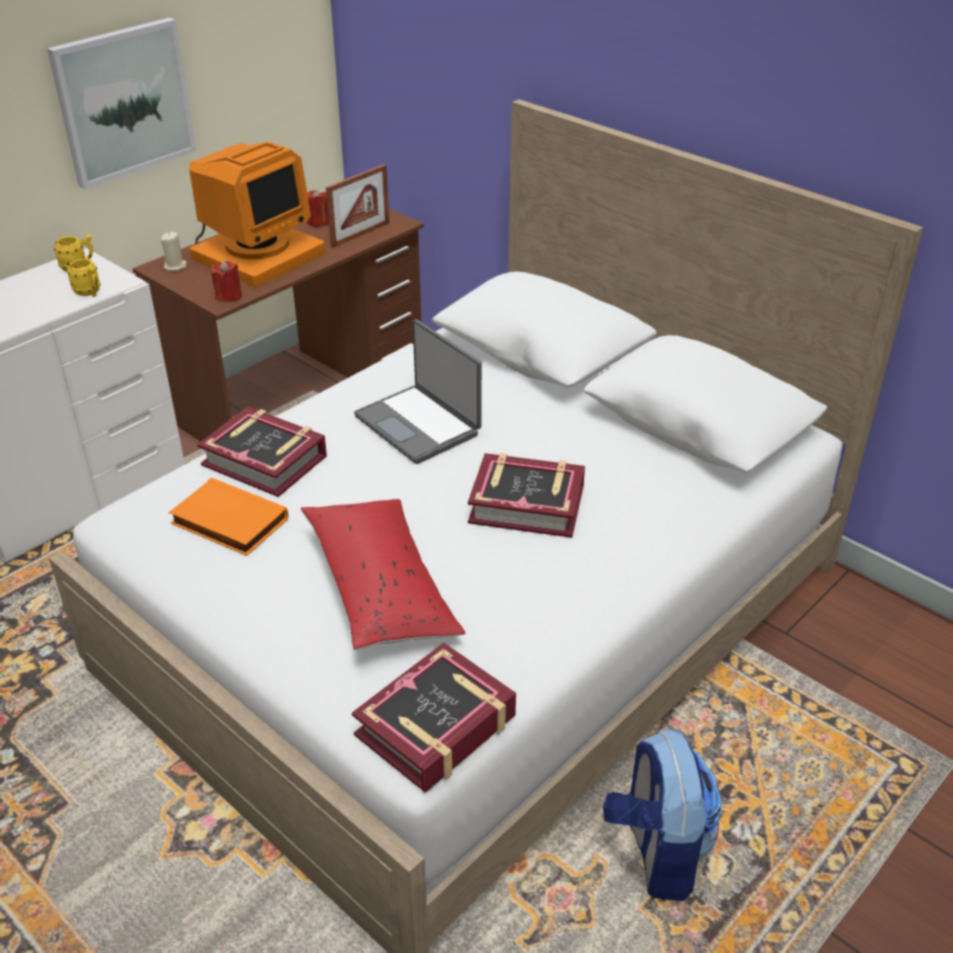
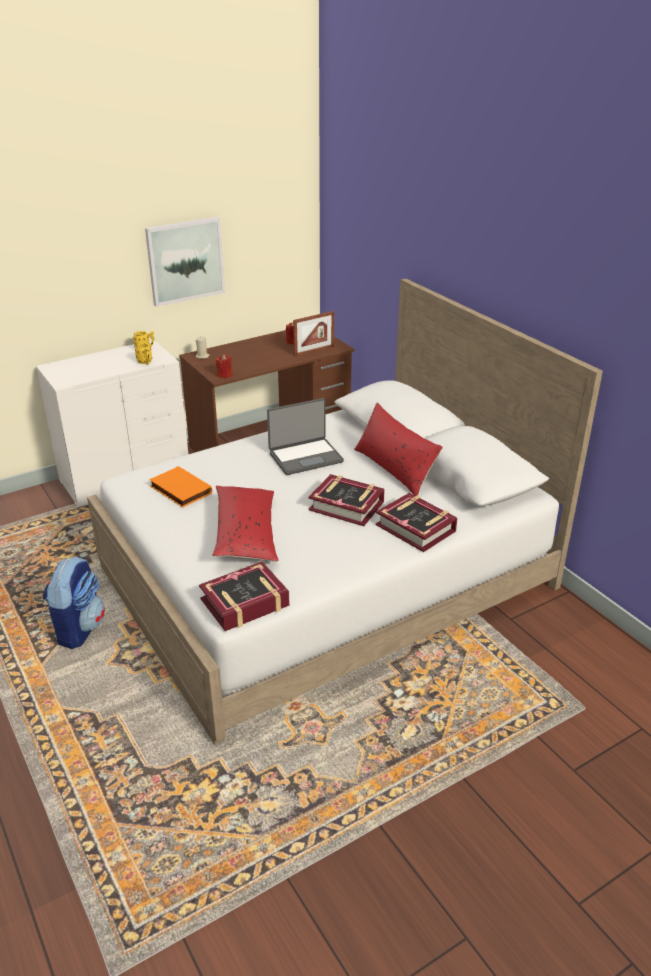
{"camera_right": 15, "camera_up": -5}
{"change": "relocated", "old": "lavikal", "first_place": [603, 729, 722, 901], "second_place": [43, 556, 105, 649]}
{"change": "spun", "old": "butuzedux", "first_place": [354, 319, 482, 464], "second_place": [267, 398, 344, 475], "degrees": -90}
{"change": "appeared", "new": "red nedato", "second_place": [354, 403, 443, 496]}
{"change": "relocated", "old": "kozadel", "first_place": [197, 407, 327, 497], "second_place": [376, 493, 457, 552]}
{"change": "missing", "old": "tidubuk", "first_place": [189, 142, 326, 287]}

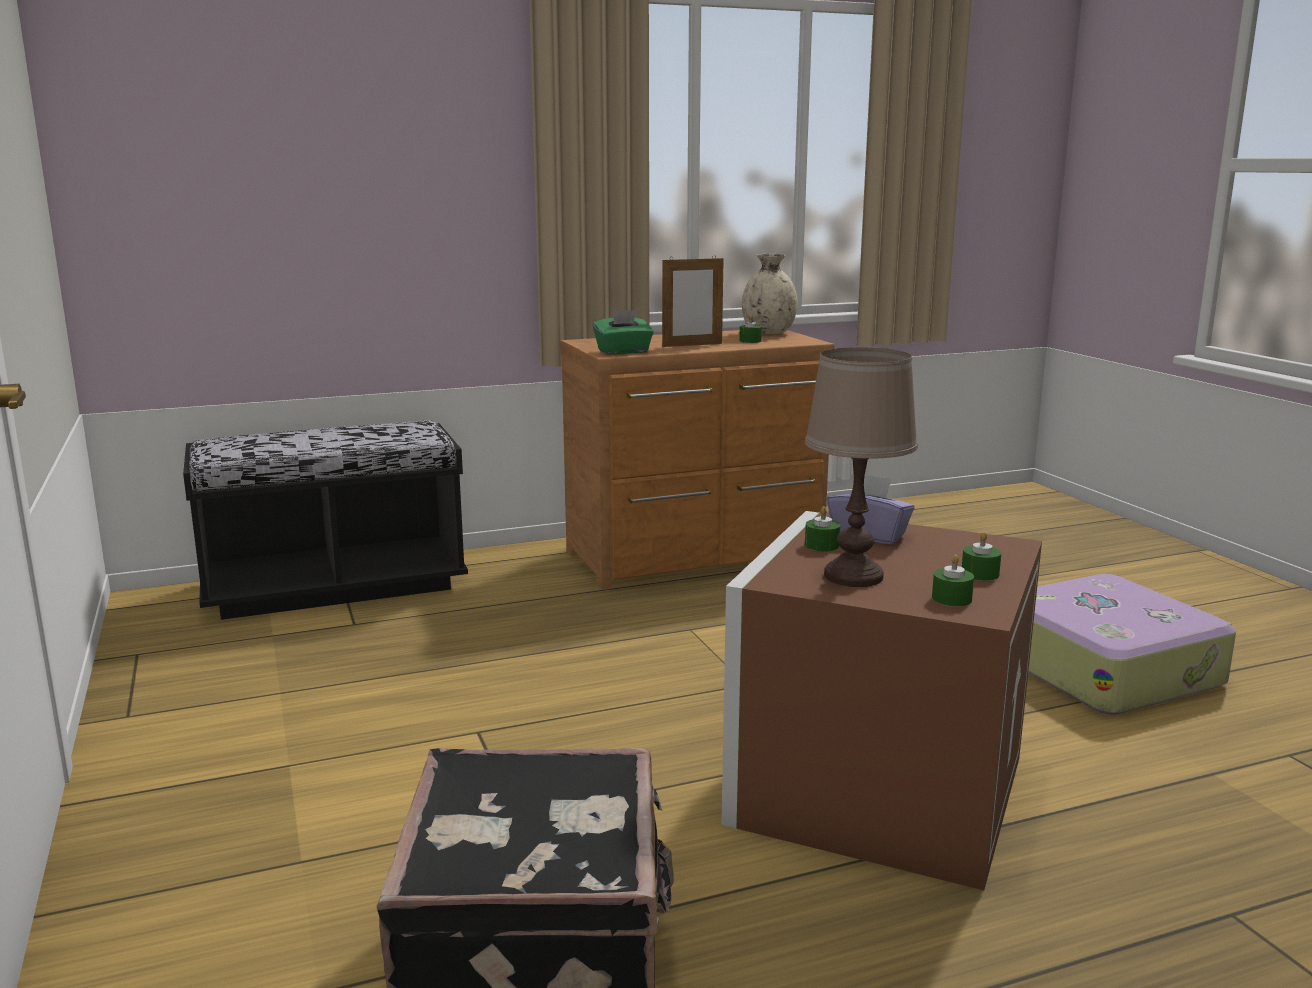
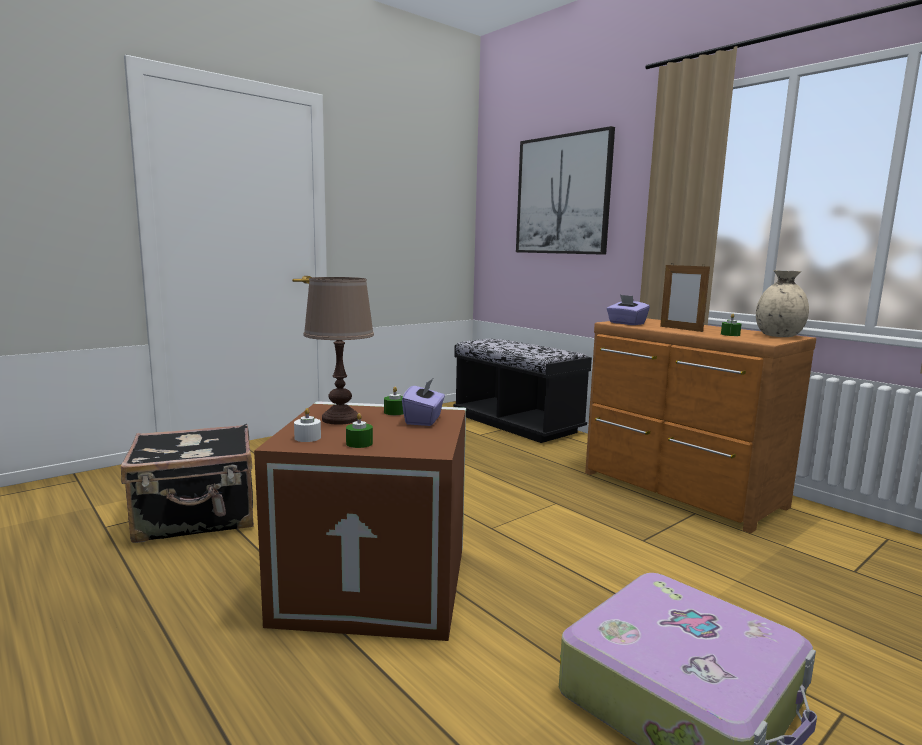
{"camera_right": 70, "camera_up": -5}
{"change": "colour", "old": "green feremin", "new": "white feremin", "first_place": [932, 555, 974, 606], "second_place": [294, 408, 321, 442]}
{"change": "appeared", "new": "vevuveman", "second_place": [516, 126, 615, 255]}
{"change": "colour", "old": "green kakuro", "new": "purple kakuro", "first_place": [593, 310, 654, 354], "second_place": [607, 295, 650, 325]}

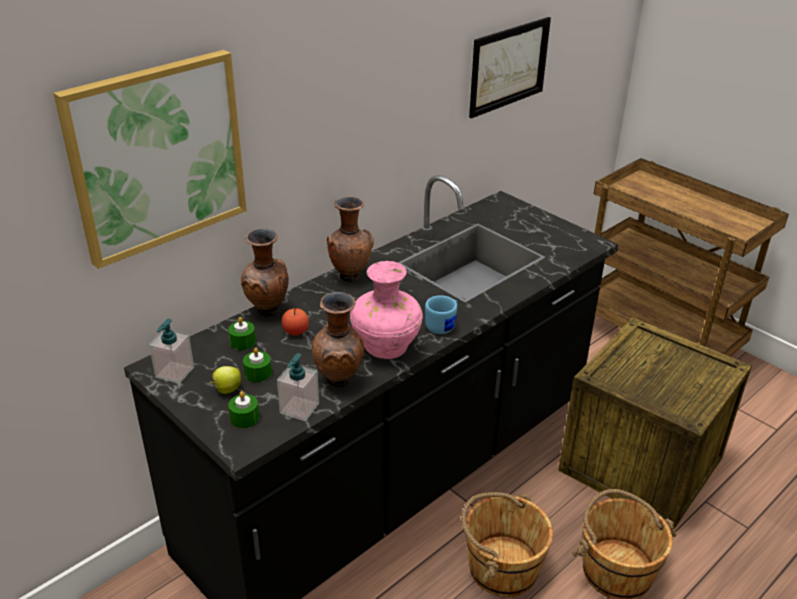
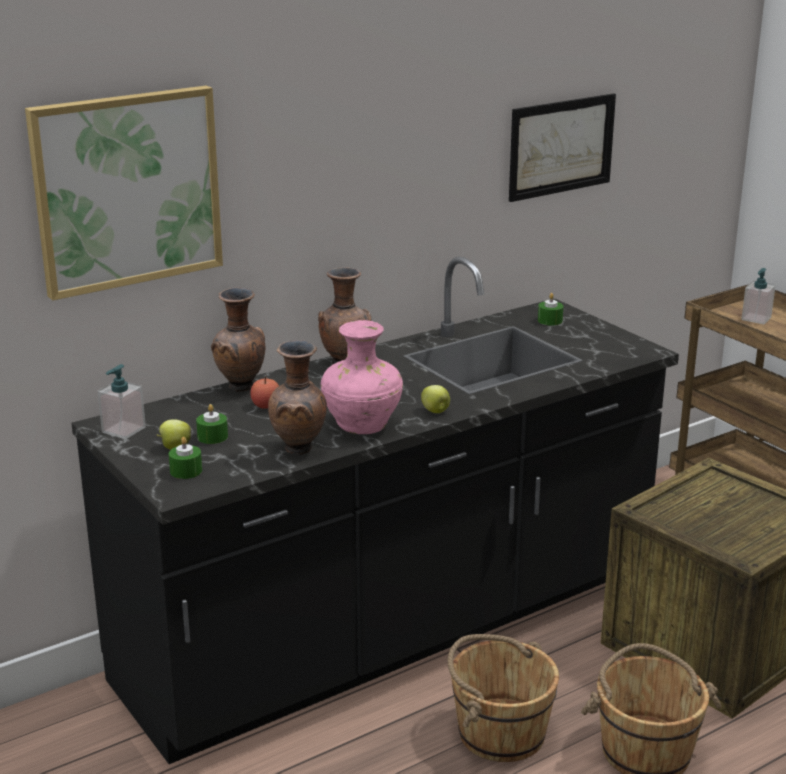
{"camera_right": 10, "camera_up": -10}
{"change": "exchanged", "old": "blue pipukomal", "new": "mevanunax", "first_place": [425, 295, 458, 334], "second_place": [421, 385, 450, 413]}
{"change": "relocated", "old": "green feremin", "first_place": [228, 317, 256, 350], "second_place": [538, 293, 563, 325]}
{"change": "relocated", "old": "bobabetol", "first_place": [277, 353, 319, 421], "second_place": [741, 268, 776, 324]}

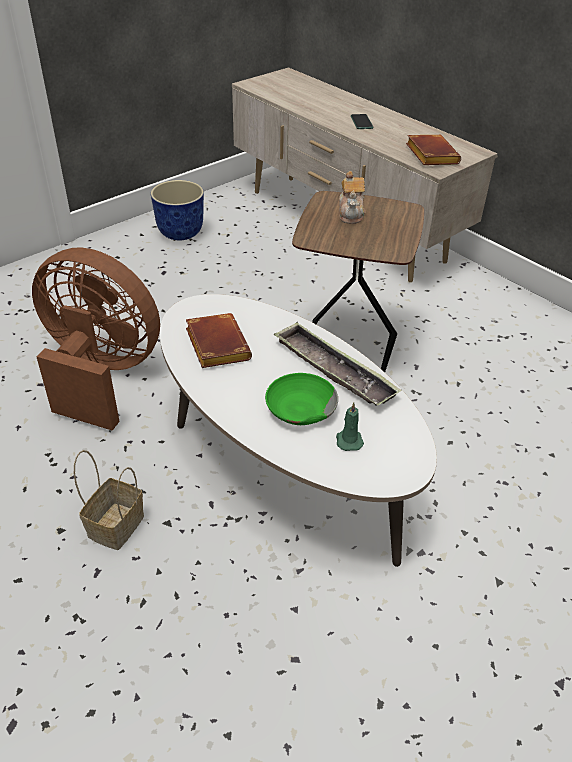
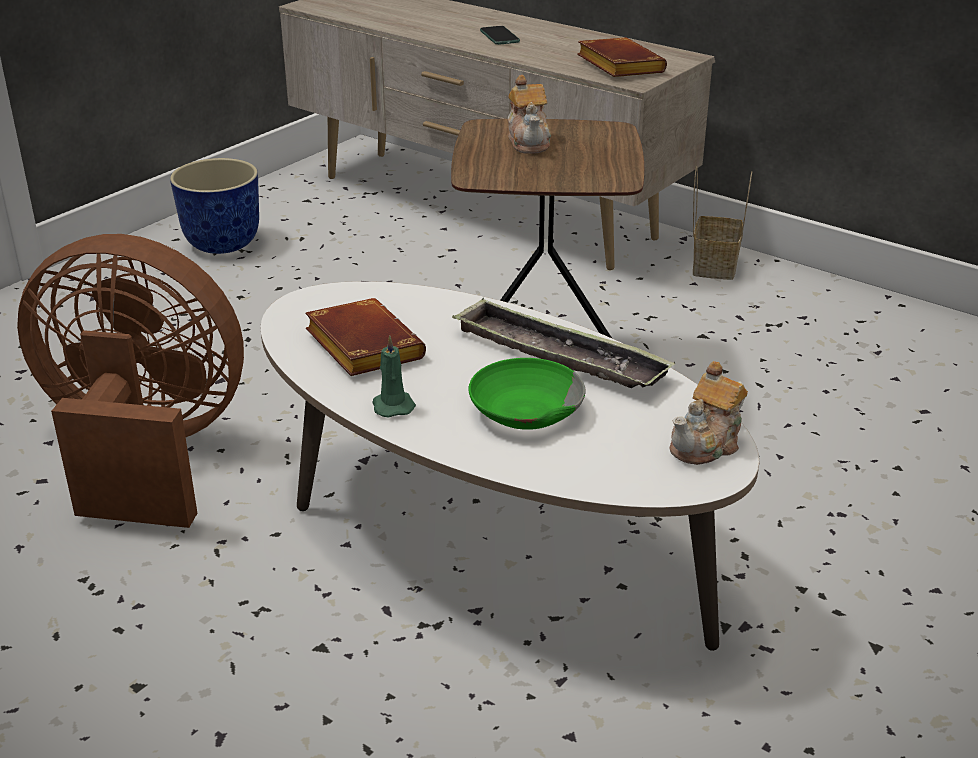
{"camera_right": -10, "camera_up": -10}
{"change": "relocated", "old": "green feremin", "first_place": [336, 403, 364, 451], "second_place": [372, 335, 416, 418]}
{"change": "appeared", "new": "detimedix", "second_place": [669, 361, 748, 465]}
{"change": "relocated", "old": "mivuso", "first_place": [74, 450, 144, 550], "second_place": [693, 166, 752, 280]}

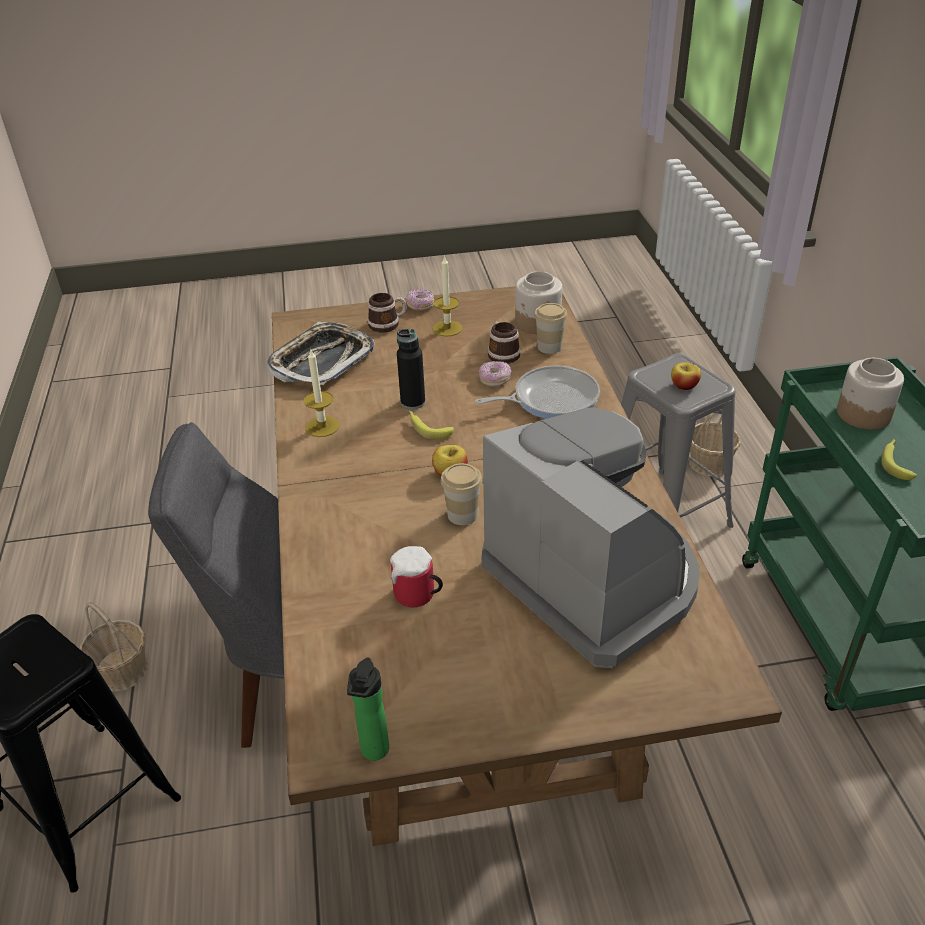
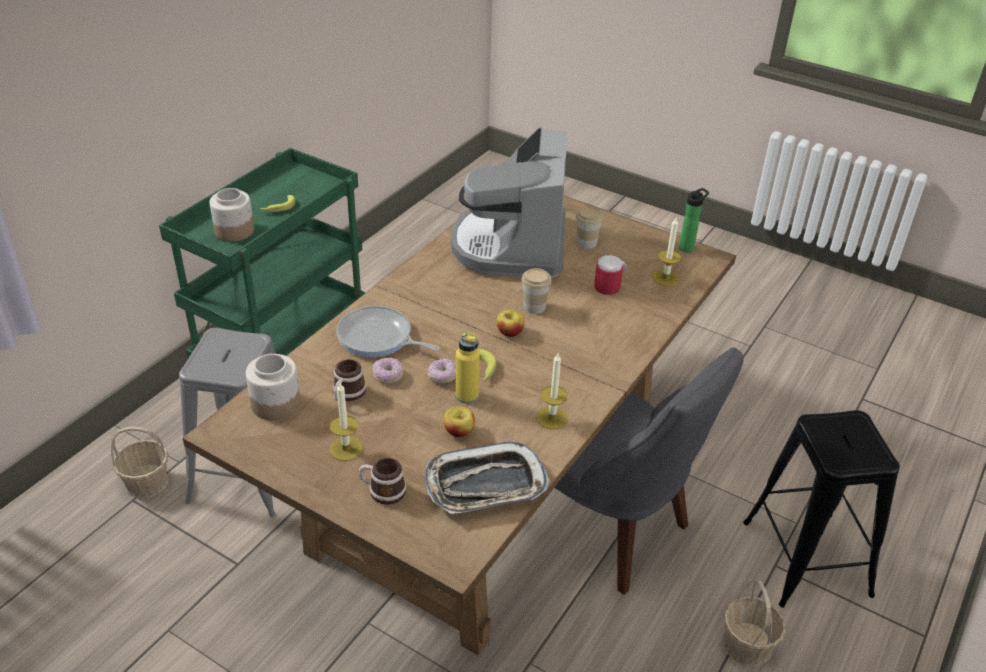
{"camera_right": -140, "camera_up": 0}
{"change": "relocated", "old": "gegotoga", "first_place": [406, 289, 434, 310], "second_place": [428, 358, 456, 383]}
{"change": "relocated", "old": "mevanunax", "first_place": [671, 362, 701, 390], "second_place": [443, 406, 475, 437]}
{"change": "colour", "old": "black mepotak", "new": "yellow mepotak", "first_place": [397, 329, 425, 409], "second_place": [455, 332, 480, 404]}
{"change": "relocated", "old": "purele", "first_place": [534, 303, 568, 354], "second_place": [576, 207, 603, 249]}
{"change": "appeared", "new": "feremin", "second_place": [653, 218, 681, 286]}

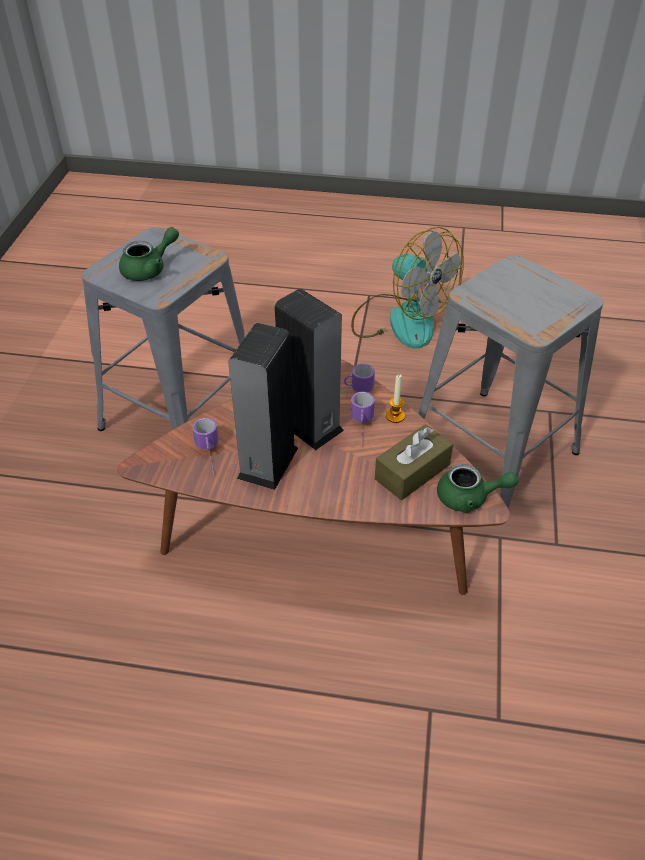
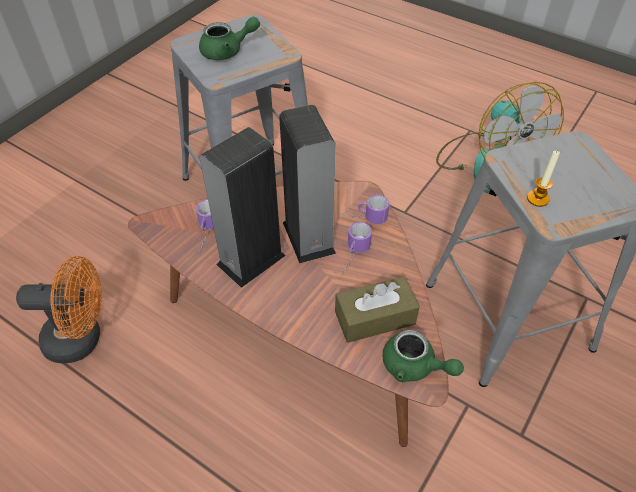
{"camera_right": 25, "camera_up": 5}
{"change": "appeared", "new": "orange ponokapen", "second_place": [16, 256, 102, 364]}
{"change": "relocated", "old": "feremin", "first_place": [386, 374, 405, 423], "second_place": [527, 150, 560, 207]}

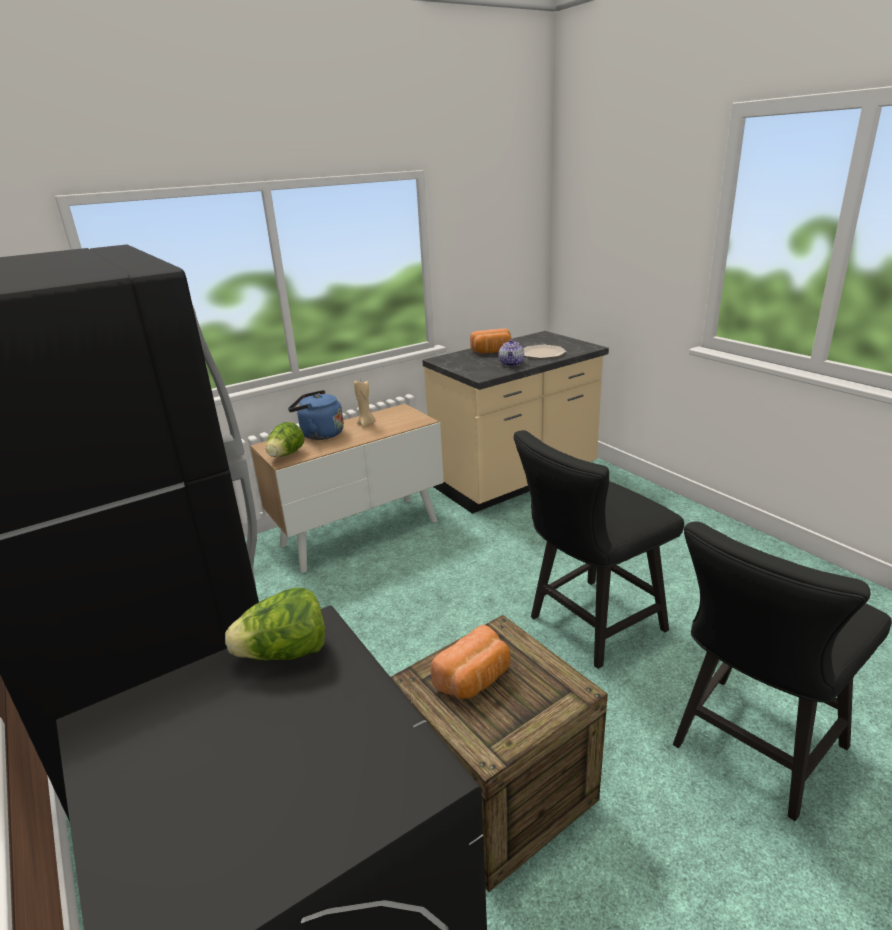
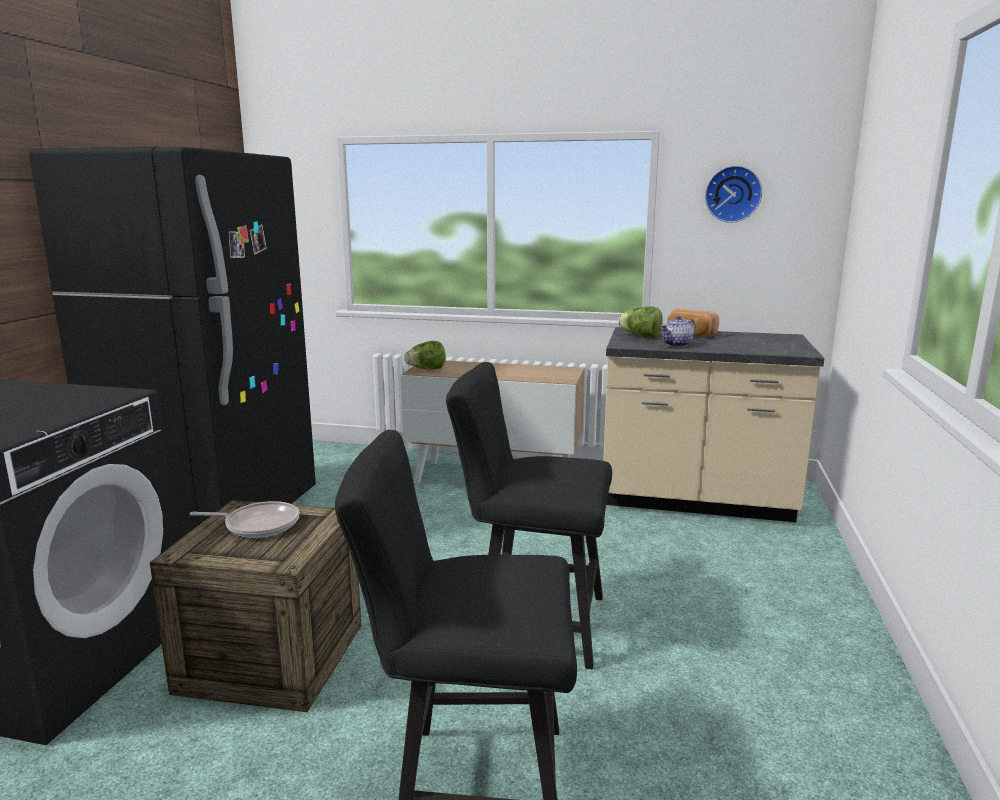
{"camera_right": 45, "camera_up": -10}
{"change": "exchanged", "old": "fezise", "new": "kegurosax", "first_place": [431, 625, 510, 699], "second_place": [190, 501, 299, 538]}
{"change": "relocated", "old": "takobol", "first_place": [225, 588, 325, 660], "second_place": [618, 306, 663, 338]}
{"change": "appeared", "new": "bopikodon", "second_place": [705, 166, 762, 223]}
{"change": "missing", "old": "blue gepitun", "first_place": [288, 390, 344, 440]}
{"change": "missing", "old": "beige feremin", "first_place": [354, 381, 375, 427]}
{"change": "missing", "old": "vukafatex", "first_place": [523, 345, 567, 358]}

